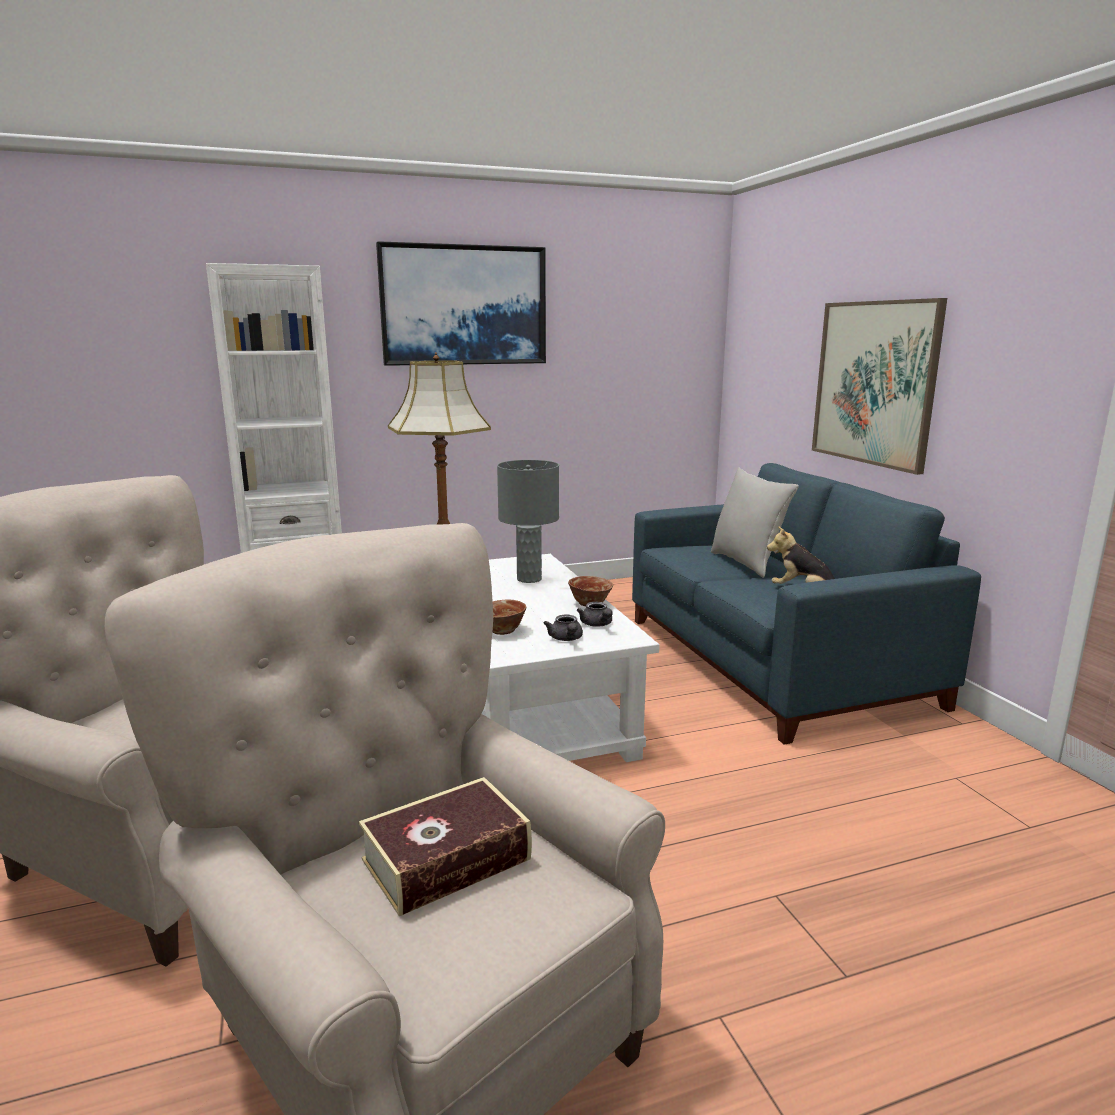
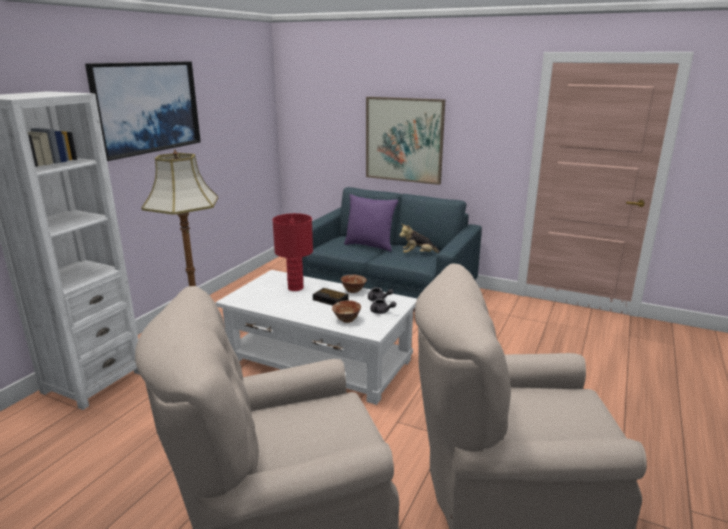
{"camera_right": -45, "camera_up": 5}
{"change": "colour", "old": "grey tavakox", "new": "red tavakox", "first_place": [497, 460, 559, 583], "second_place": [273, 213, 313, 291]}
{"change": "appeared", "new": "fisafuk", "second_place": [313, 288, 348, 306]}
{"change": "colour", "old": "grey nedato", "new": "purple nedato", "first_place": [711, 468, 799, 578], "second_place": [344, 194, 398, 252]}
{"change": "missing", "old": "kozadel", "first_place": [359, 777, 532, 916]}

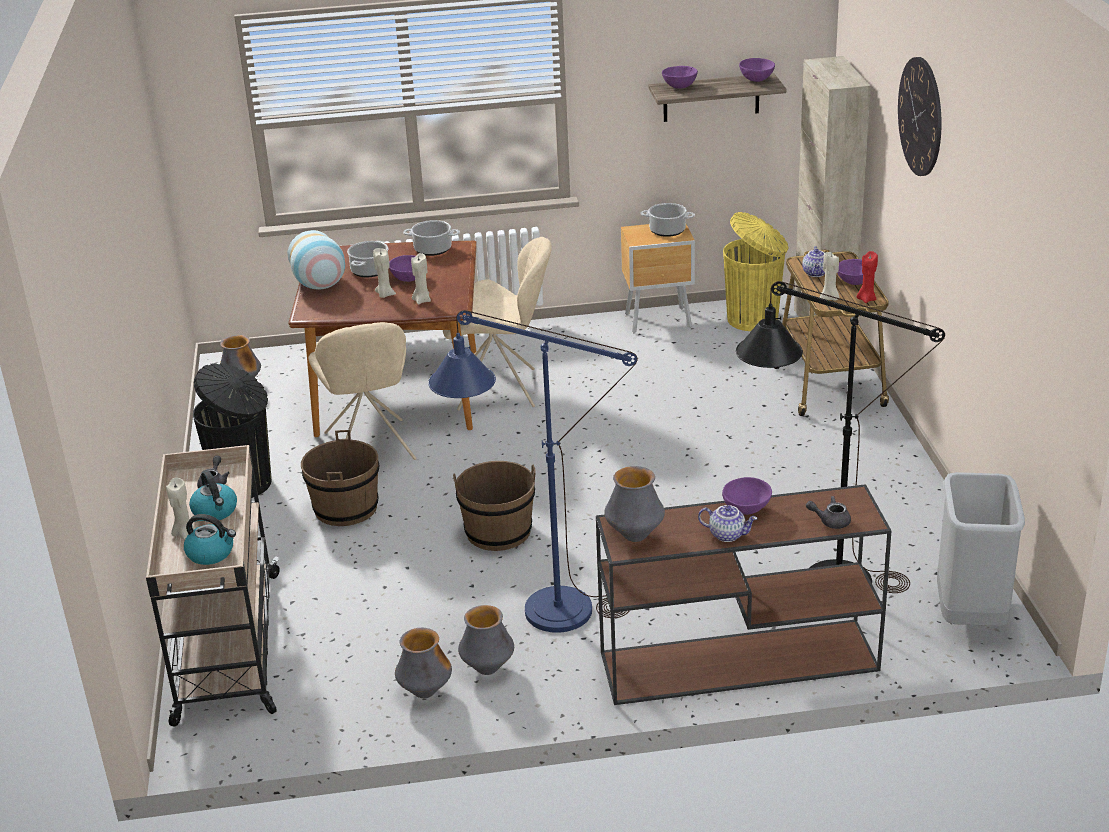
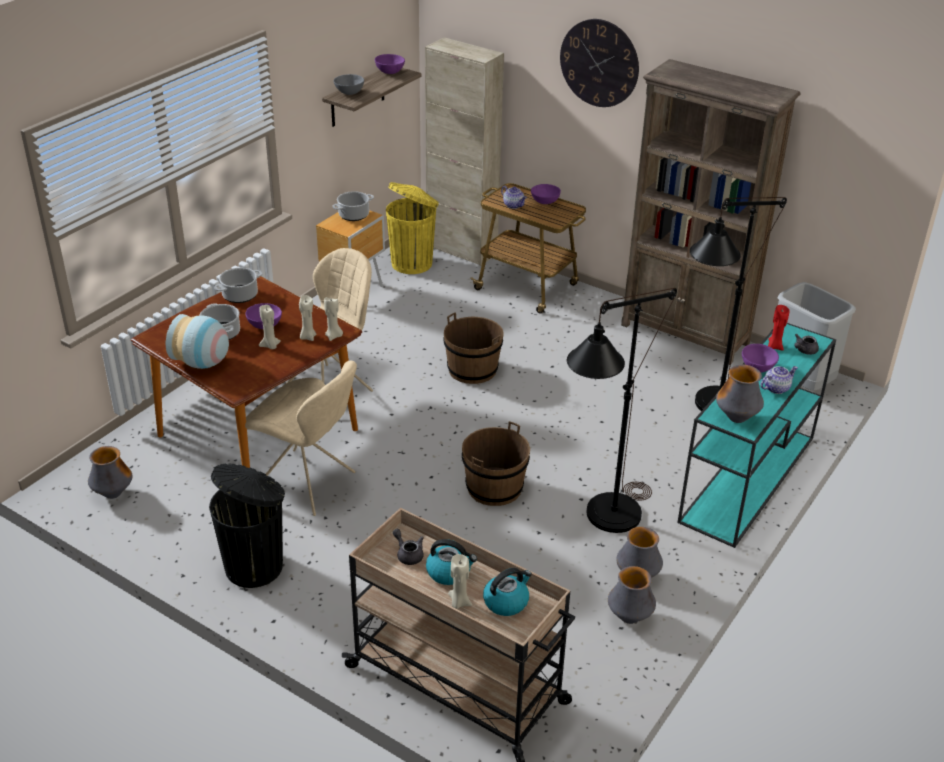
{"camera_right": -50, "camera_up": 5}
{"change": "relocated", "old": "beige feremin", "first_place": [820, 252, 839, 301], "second_place": [324, 297, 343, 341]}
{"change": "colour", "old": "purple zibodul", "new": "grey zibodul", "first_place": [662, 66, 698, 89], "second_place": [334, 74, 364, 95]}
{"change": "relocated", "old": "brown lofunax", "first_place": [301, 430, 379, 526], "second_place": [443, 312, 504, 384]}
{"change": "colour", "old": "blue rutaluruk", "new": "black rutaluruk", "first_place": [428, 310, 638, 633], "second_place": [567, 288, 677, 533]}
{"change": "appeared", "new": "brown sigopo", "second_place": [621, 59, 801, 365]}
{"change": "colour", "old": "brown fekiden", "new": "turquoise fekiden", "first_place": [596, 484, 892, 705], "second_place": [677, 323, 836, 548]}
{"change": "relocated", "old": "red feremin", "first_place": [857, 251, 878, 303], "second_place": [768, 305, 789, 350]}

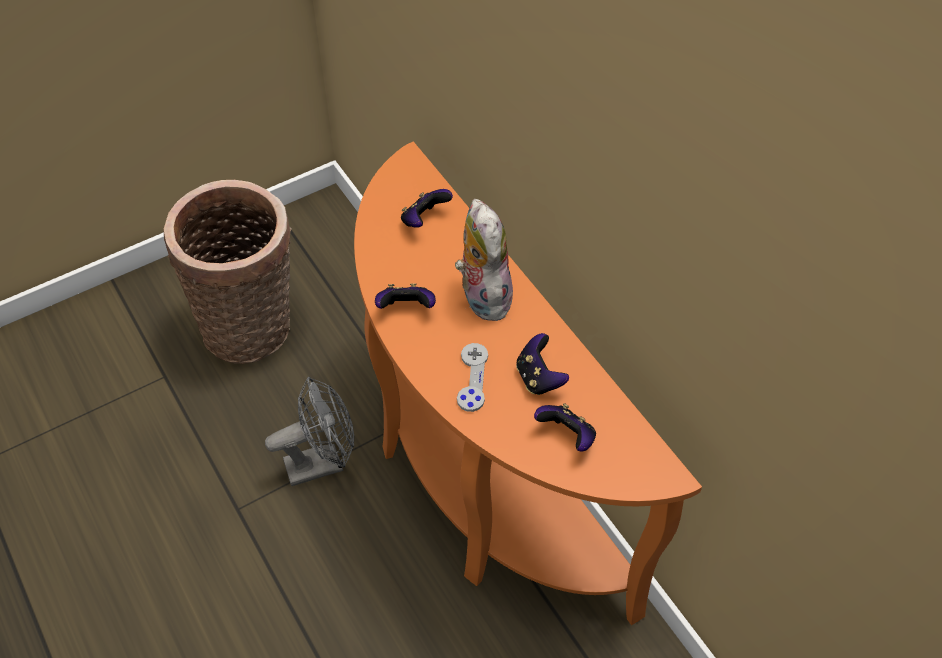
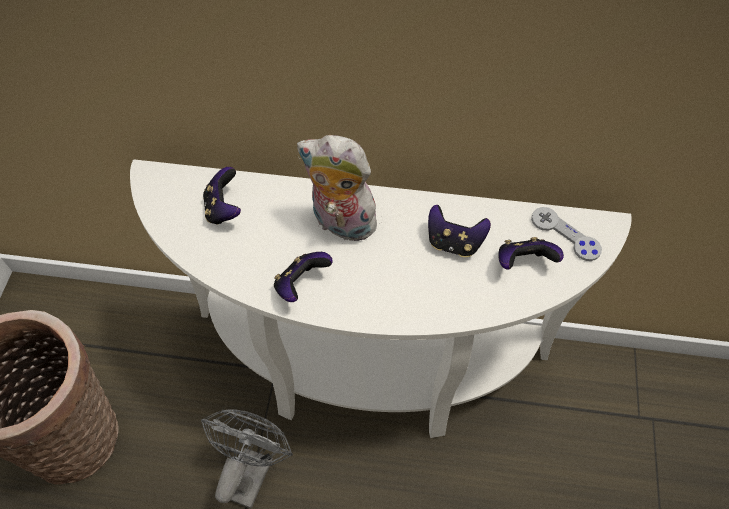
{"camera_right": -50, "camera_up": 5}
{"change": "colour", "old": "orange fekiden", "new": "white fekiden", "first_place": [354, 141, 702, 625], "second_place": [130, 159, 632, 438]}
{"change": "relocated", "old": "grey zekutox", "first_place": [457, 343, 488, 412], "second_place": [531, 207, 602, 261]}

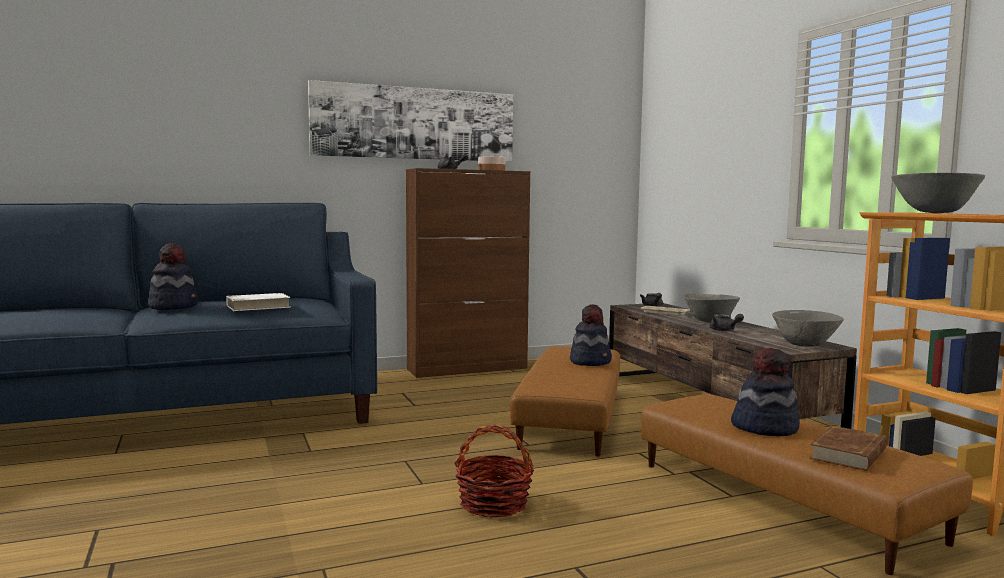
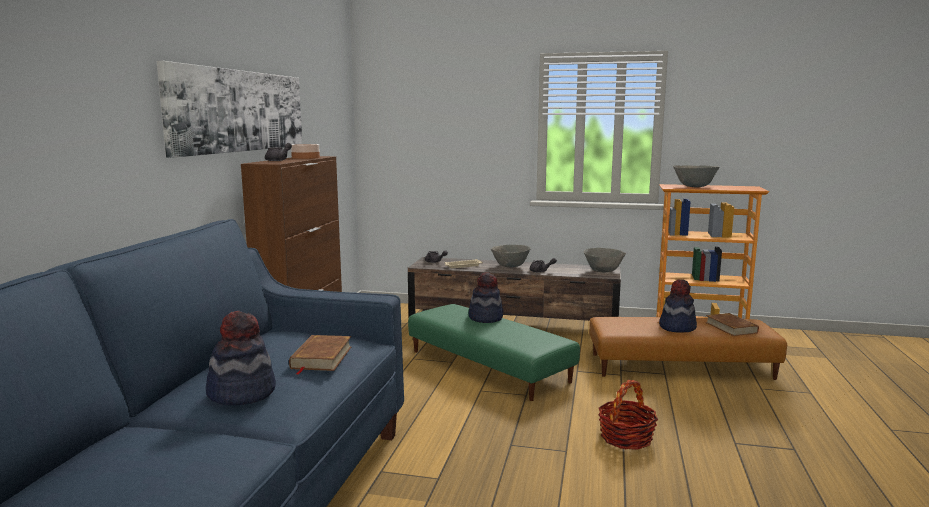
{"camera_right": -55, "camera_up": 5}
{"change": "colour", "old": "white kozadel", "new": "brown kozadel", "first_place": [220, 293, 291, 311], "second_place": [289, 335, 351, 375]}
{"change": "colour", "old": "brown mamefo", "new": "green mamefo", "first_place": [510, 346, 620, 456], "second_place": [408, 304, 580, 401]}

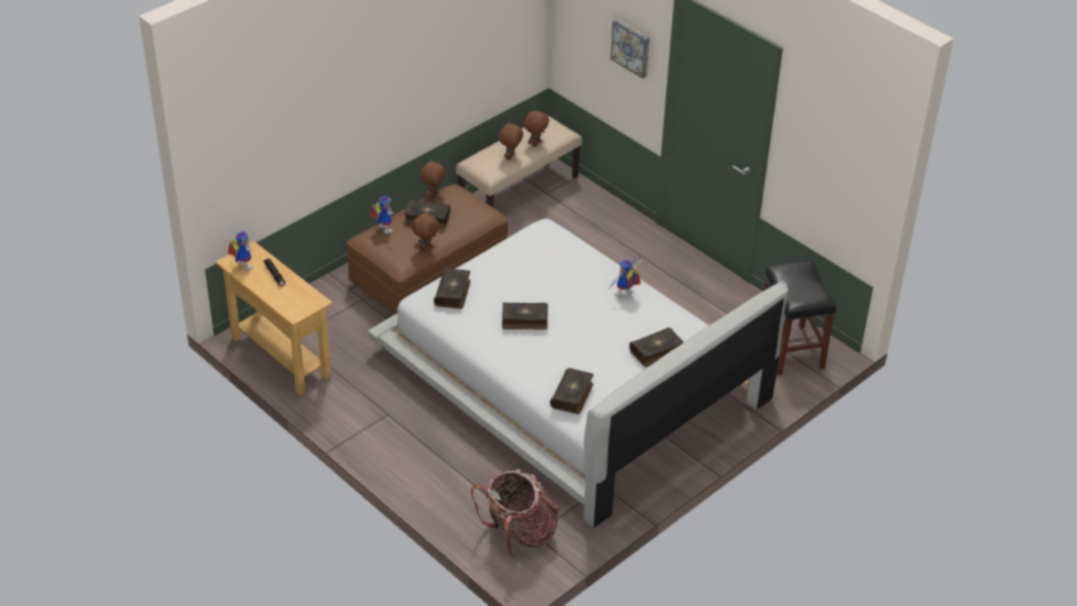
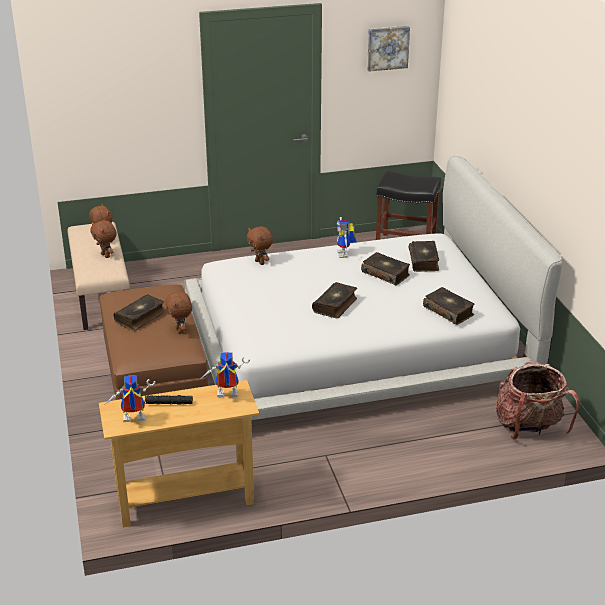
{"camera_right": -60, "camera_up": -10}
{"change": "relocated", "old": "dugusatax", "first_place": [370, 196, 393, 234], "second_place": [199, 352, 250, 397]}
{"change": "relocated", "old": "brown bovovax", "first_place": [420, 159, 446, 199], "second_place": [247, 226, 273, 265]}
{"change": "relocated", "old": "kozadel", "first_place": [434, 268, 471, 309], "second_place": [361, 252, 410, 285]}
{"change": "relocated", "old": "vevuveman", "first_place": [610, 19, 650, 79], "second_place": [367, 26, 410, 72]}

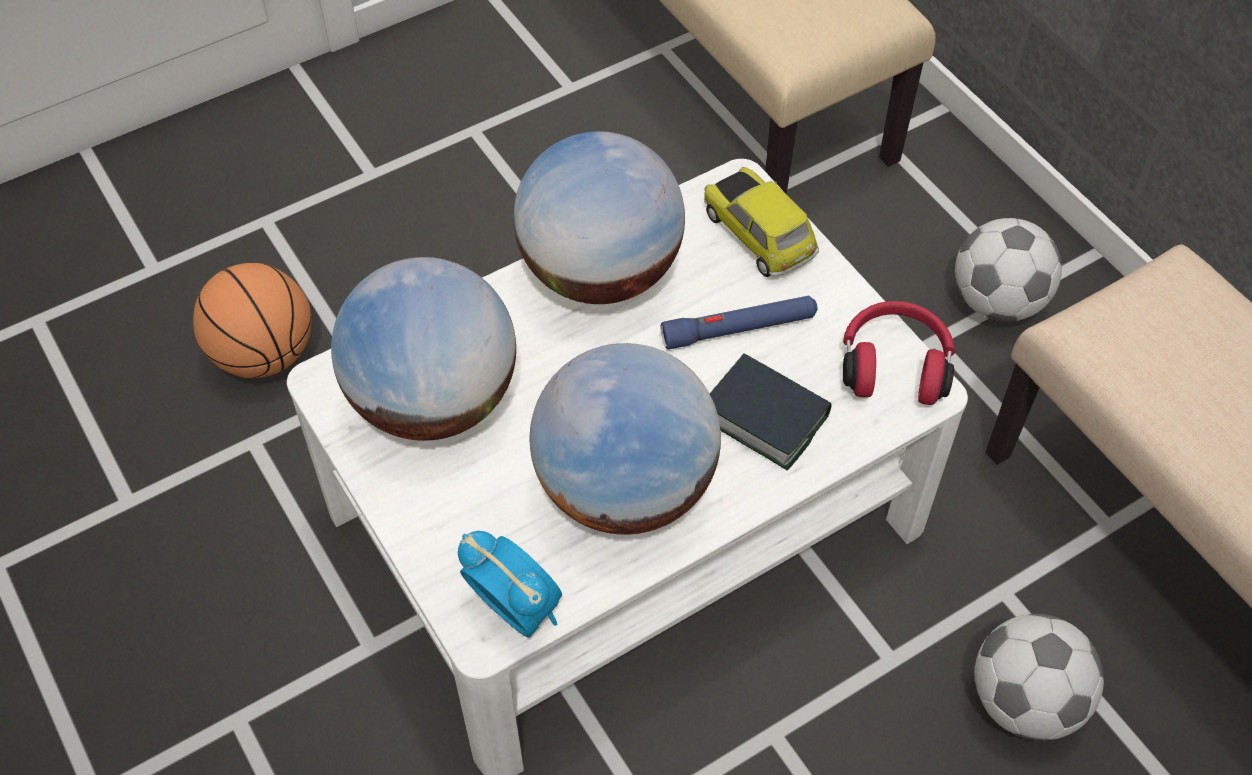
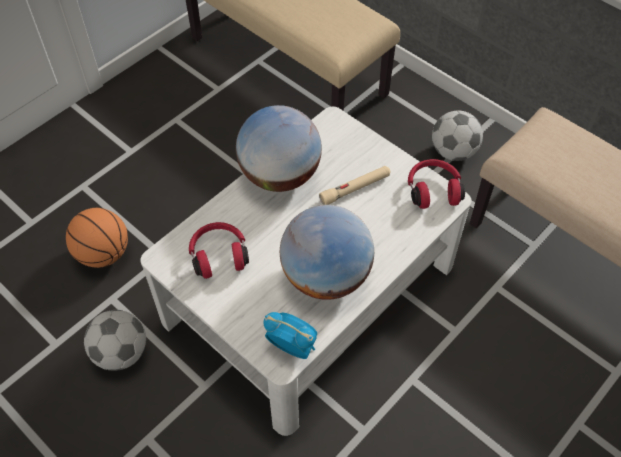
{"camera_right": -15, "camera_up": 0}
{"change": "relocated", "old": "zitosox", "first_place": [975, 614, 1104, 741], "second_place": [84, 310, 146, 371]}
{"change": "exchanged", "old": "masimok", "new": "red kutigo", "first_place": [331, 257, 516, 441], "second_place": [189, 222, 249, 279]}
{"change": "colour", "old": "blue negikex", "new": "beige negikex", "first_place": [661, 296, 817, 350], "second_place": [319, 166, 390, 205]}
{"change": "missing", "old": "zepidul", "first_place": [704, 167, 819, 277]}
{"change": "missing", "old": "kozadel", "first_place": [710, 353, 832, 470]}

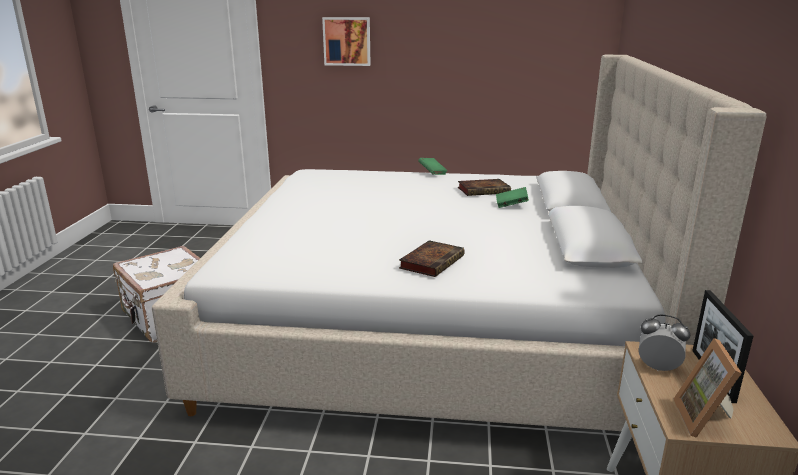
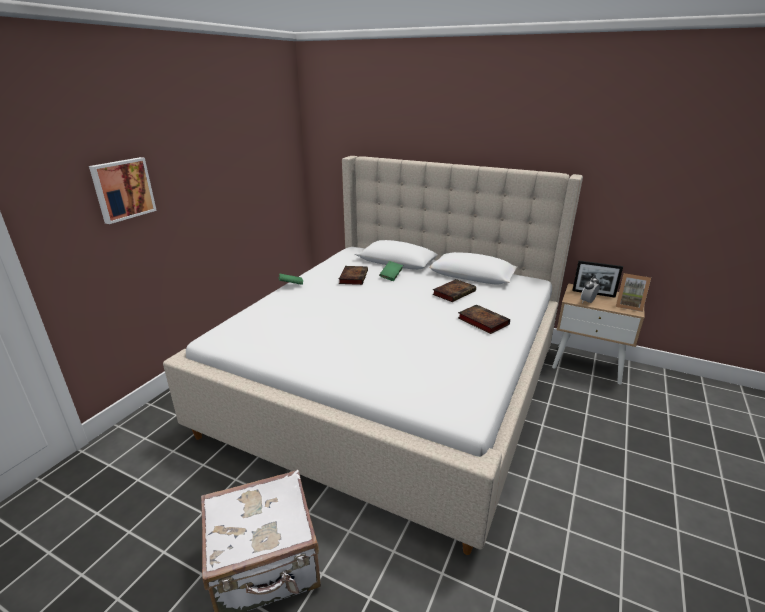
{"camera_right": -70, "camera_up": 5}
{"change": "appeared", "new": "kozadel", "second_place": [432, 279, 476, 302]}

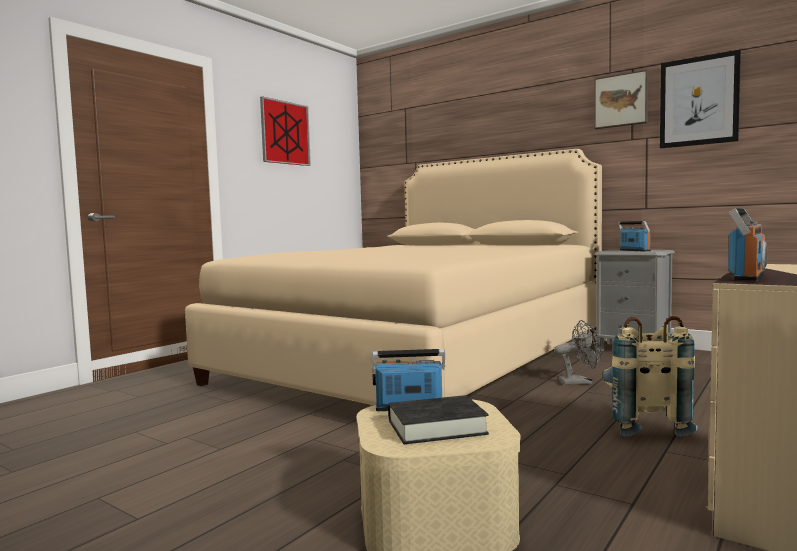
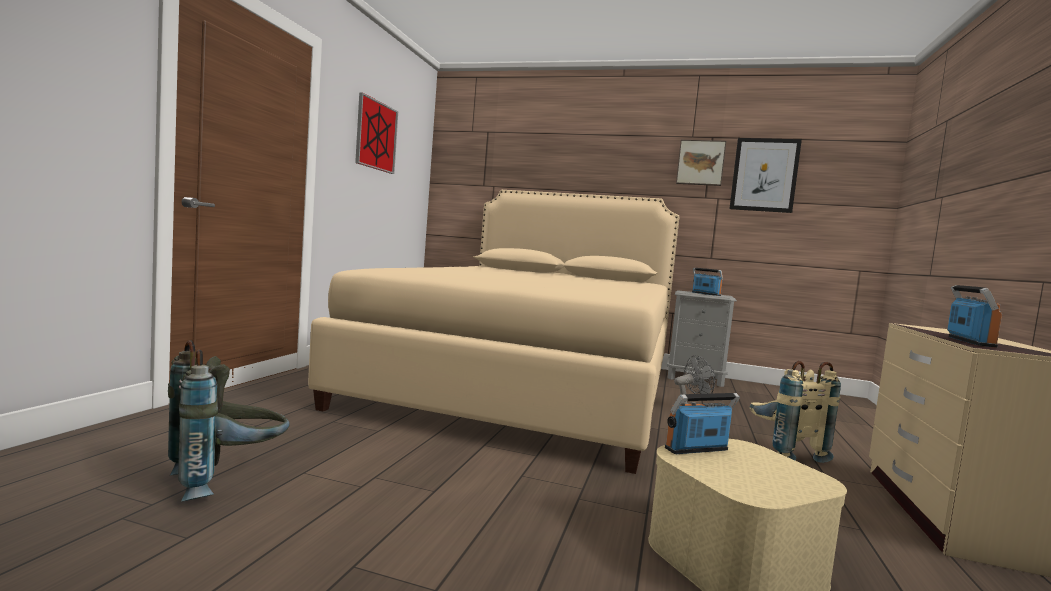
{"camera_right": -20, "camera_up": 0}
{"change": "appeared", "new": "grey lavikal", "second_place": [168, 340, 290, 502]}
{"change": "missing", "old": "black kozadel", "first_place": [388, 395, 489, 444]}

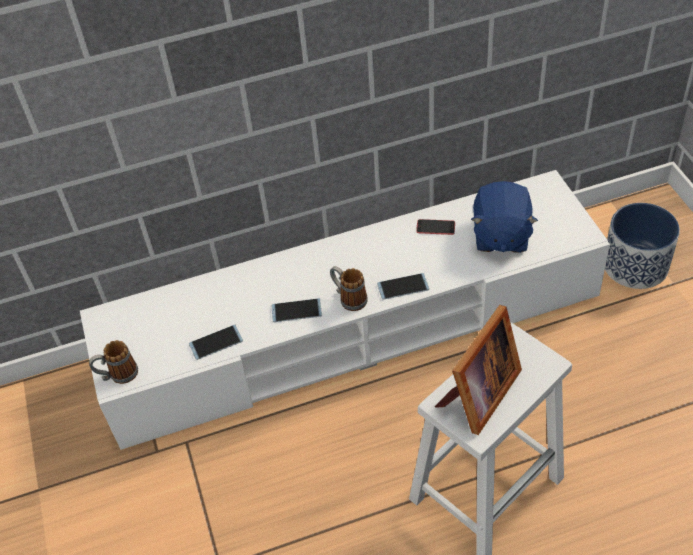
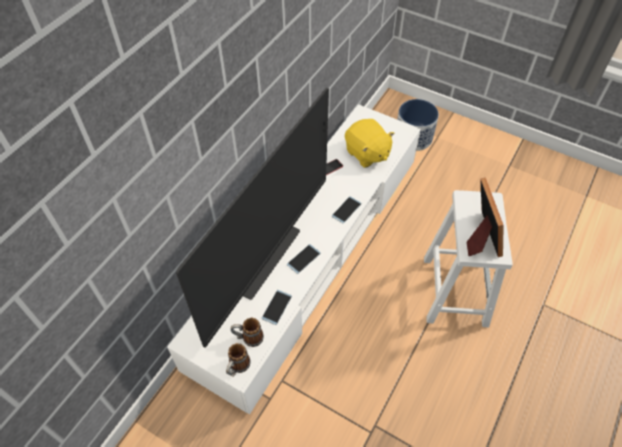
{"camera_right": -45, "camera_up": 5}
{"change": "appeared", "new": "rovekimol", "second_place": [176, 88, 329, 348]}
{"change": "relocated", "old": "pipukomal", "first_place": [330, 266, 368, 311], "second_place": [231, 318, 264, 347]}
{"change": "colour", "old": "blue bovovax", "new": "yellow bovovax", "first_place": [471, 181, 538, 253], "second_place": [345, 119, 394, 168]}

